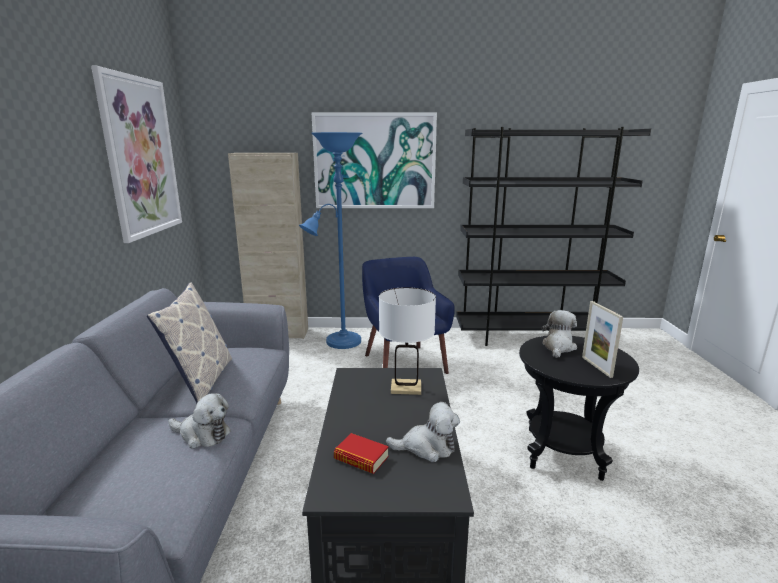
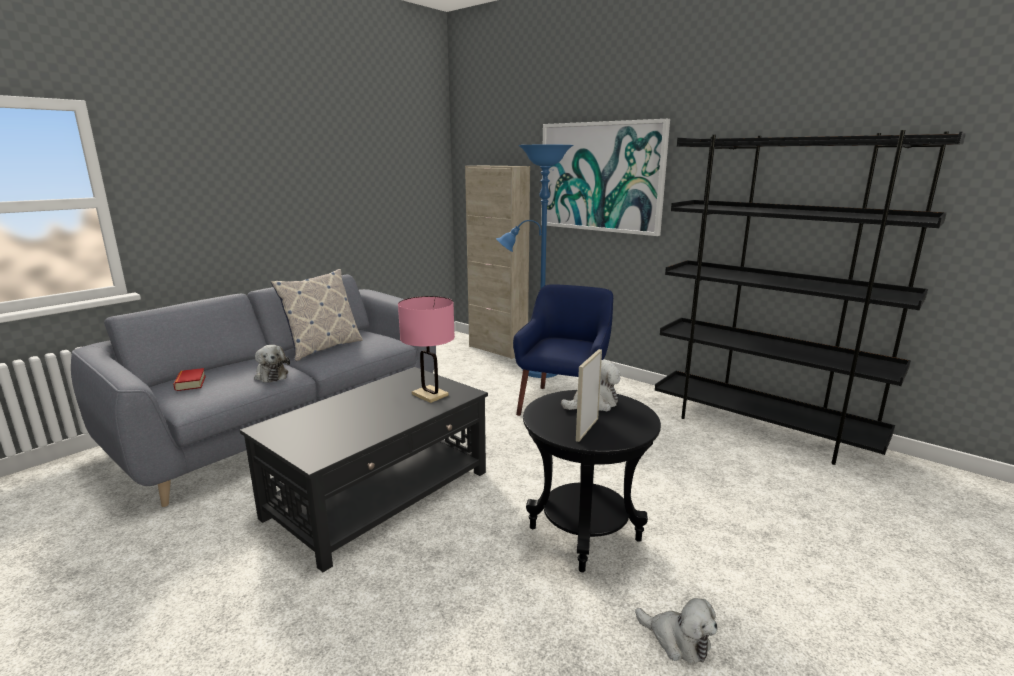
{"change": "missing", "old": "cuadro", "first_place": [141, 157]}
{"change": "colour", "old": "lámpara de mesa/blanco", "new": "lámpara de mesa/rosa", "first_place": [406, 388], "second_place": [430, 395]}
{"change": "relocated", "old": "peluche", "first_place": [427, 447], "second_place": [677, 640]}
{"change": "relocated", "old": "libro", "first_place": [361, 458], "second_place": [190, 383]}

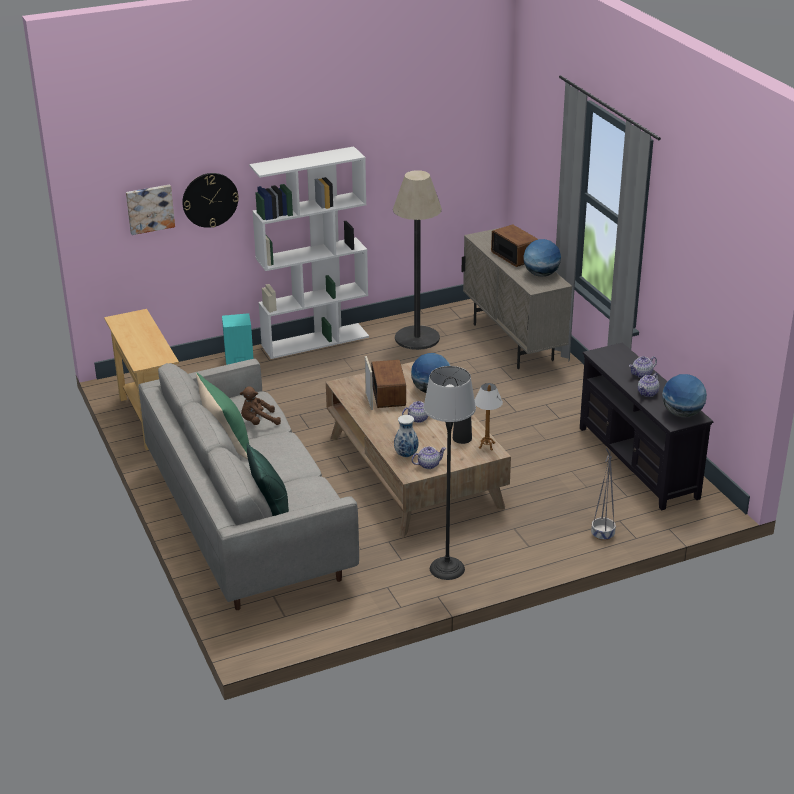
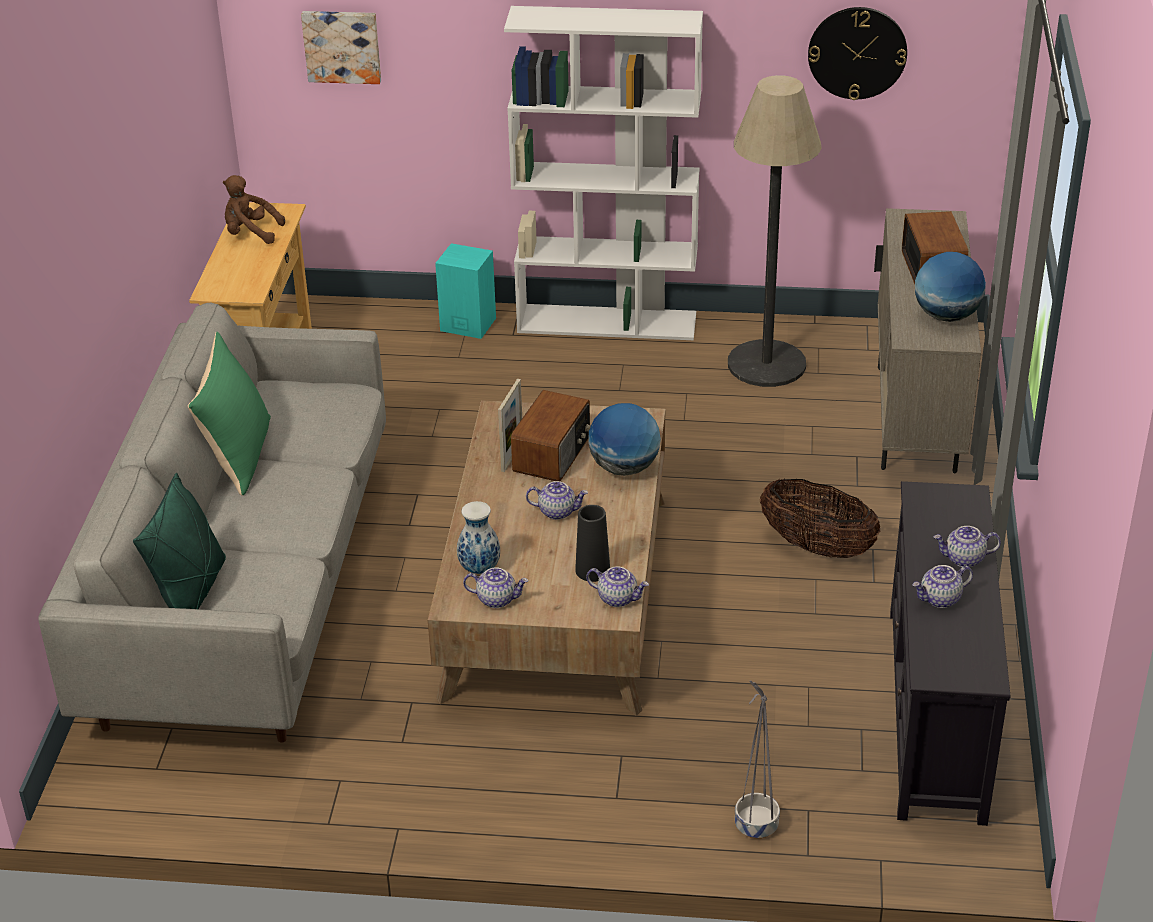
{"change": "relocated", "old": "reloj de pared", "first_place": [210, 200], "second_place": [857, 52]}
{"change": "missing", "old": "lámpara de pie", "first_place": [446, 568]}
{"change": "missing", "old": "globo terráqueo", "first_place": [682, 414]}
{"change": "exchanged", "old": "lámpara de mesa", "new": "tetera", "first_place": [486, 446], "second_place": [618, 598]}
{"change": "relocated", "old": "peluche/marrón", "first_place": [258, 422], "second_place": [250, 233]}
{"change": "appeared", "new": "cesta", "second_place": [817, 547]}

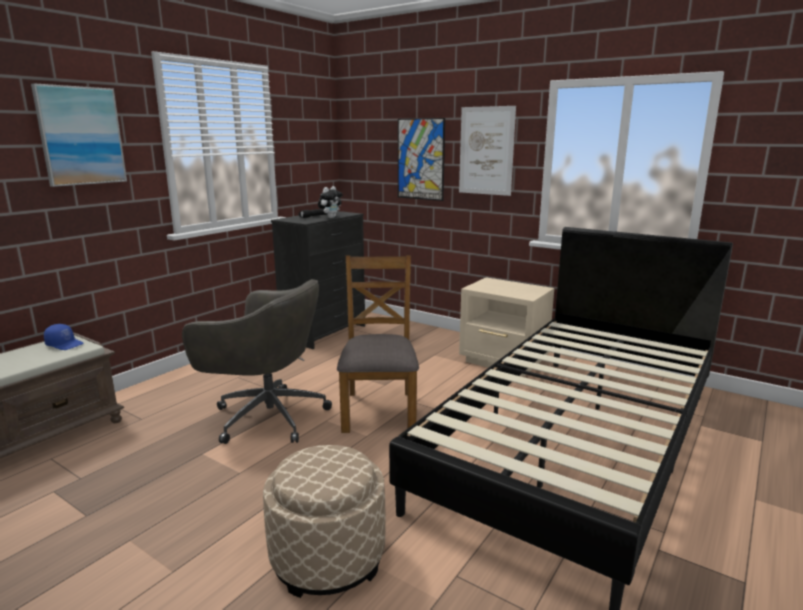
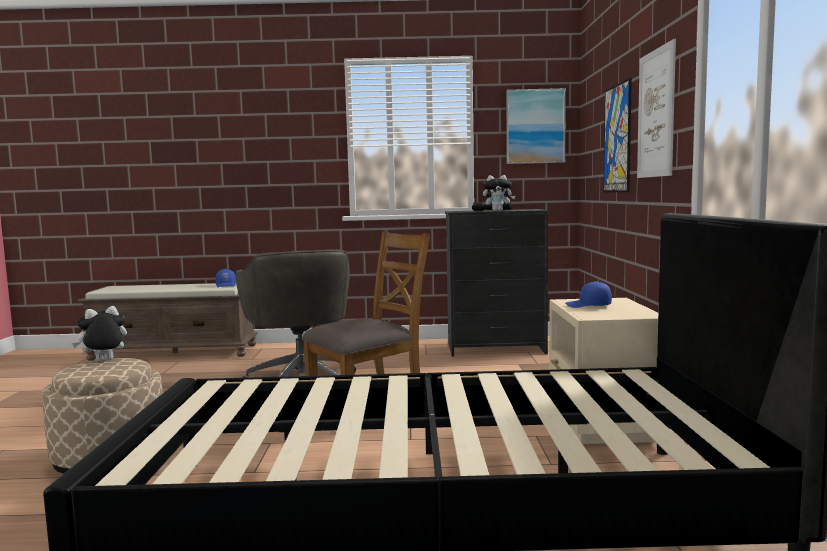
{"change": "relocated", "old": "cuadro", "first_place": [81, 136], "second_place": [535, 126]}
{"change": "appeared", "new": "gorra/azul", "second_place": [588, 306]}
{"change": "appeared", "new": "peluche", "second_place": [103, 361]}

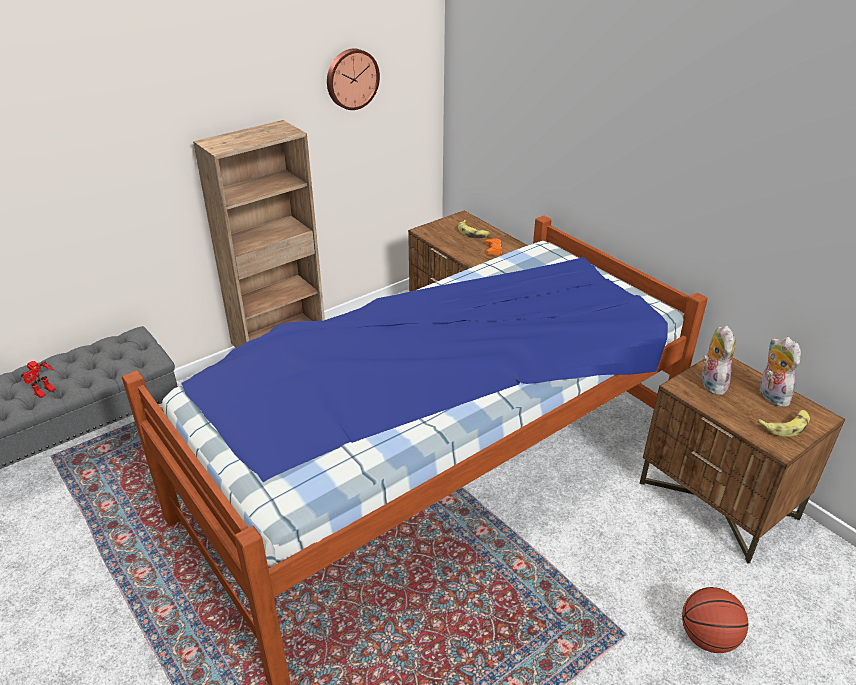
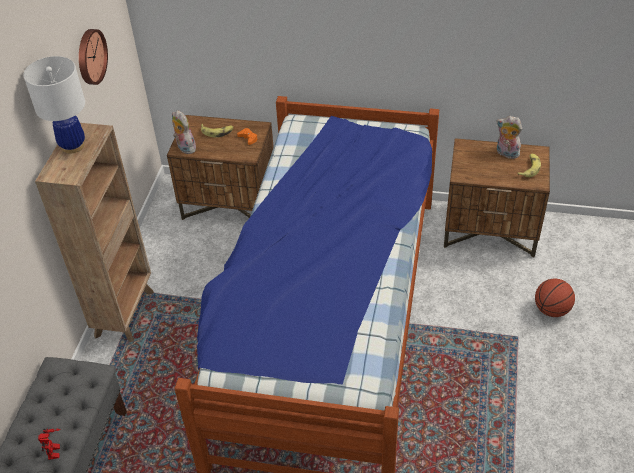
{"change": "relocated", "old": "peluche", "first_place": [710, 383], "second_place": [184, 148]}
{"change": "appeared", "new": "lámpara de mesa/blanco", "second_place": [72, 146]}

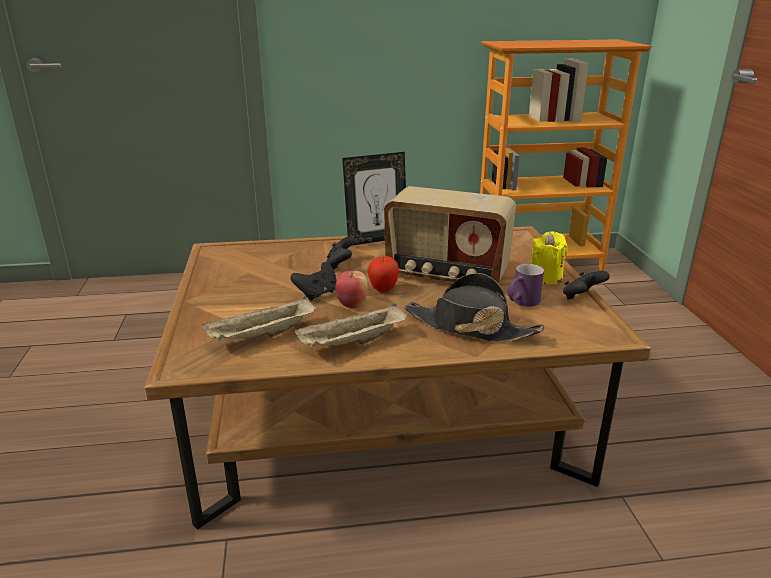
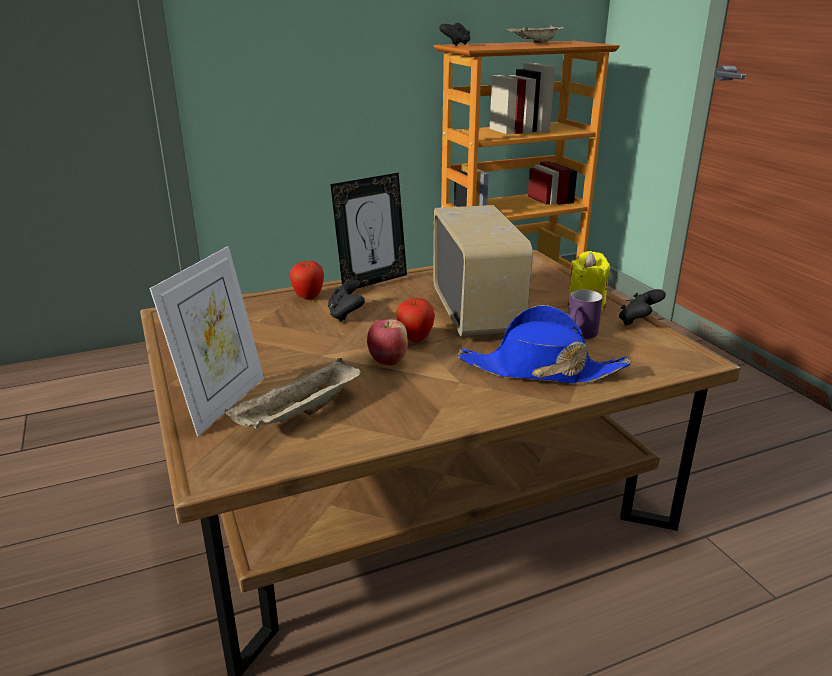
{"change": "spun", "old": "radio", "first_place": [446, 275], "second_place": [477, 314], "degrees": -105}
{"change": "relocated", "old": "mando de consola/negro", "first_place": [317, 294], "second_place": [456, 45]}
{"change": "colour", "old": "sombrero/negro", "new": "sombrero/azul", "first_place": [470, 327], "second_place": [540, 370]}
{"change": "relocated", "old": "bandeja/beis", "first_place": [352, 343], "second_place": [534, 43]}
{"change": "appeared", "new": "portarretratos", "second_place": [222, 402]}
{"change": "appeared", "new": "manzana", "second_place": [308, 297]}

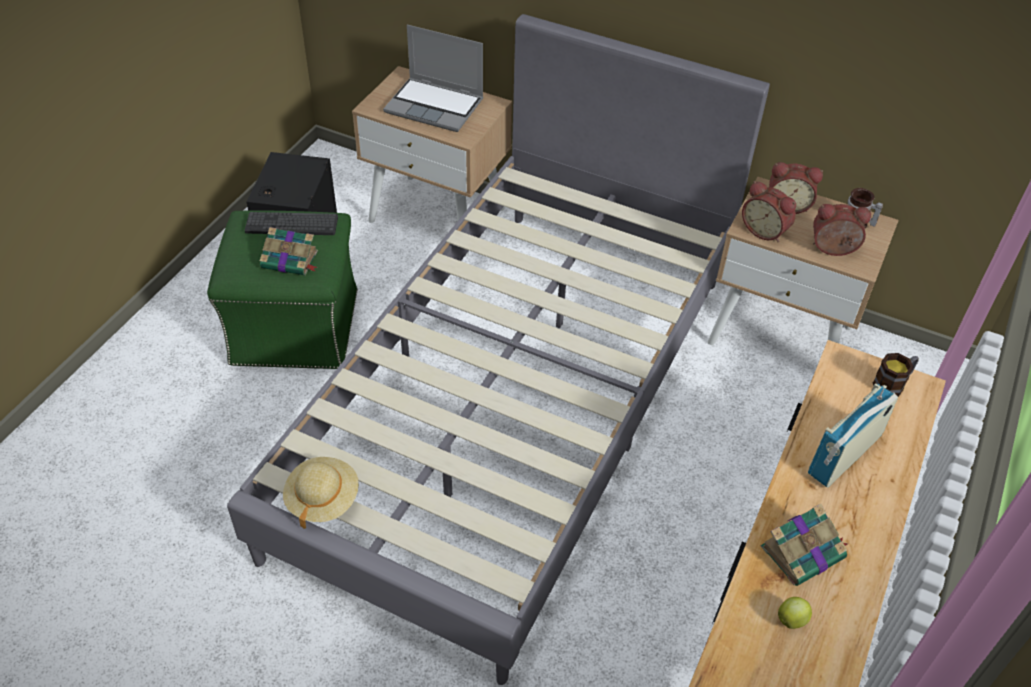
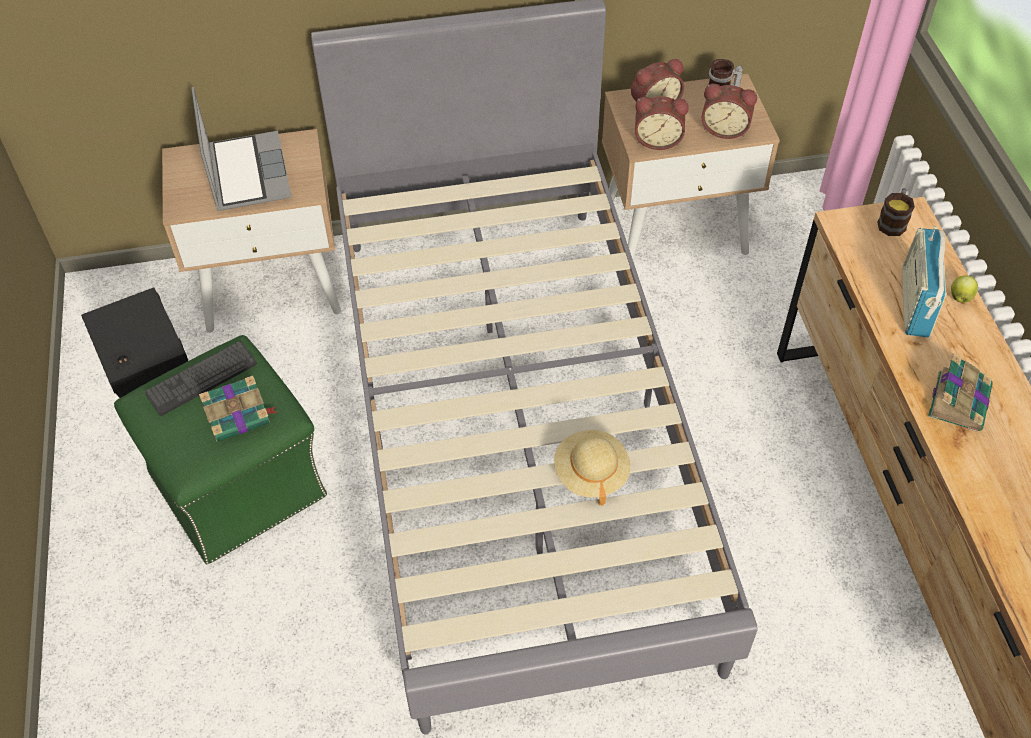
{"change": "spun", "old": "portátil", "first_place": [436, 106], "second_place": [246, 173], "degrees": -90}
{"change": "spun", "old": "despertador", "first_place": [833, 250], "second_place": [725, 129], "degrees": -135}
{"change": "relocated", "old": "sombrero/beis", "first_place": [322, 499], "second_place": [591, 473]}
{"change": "relocated", "old": "manzana", "first_place": [792, 619], "second_place": [960, 297]}

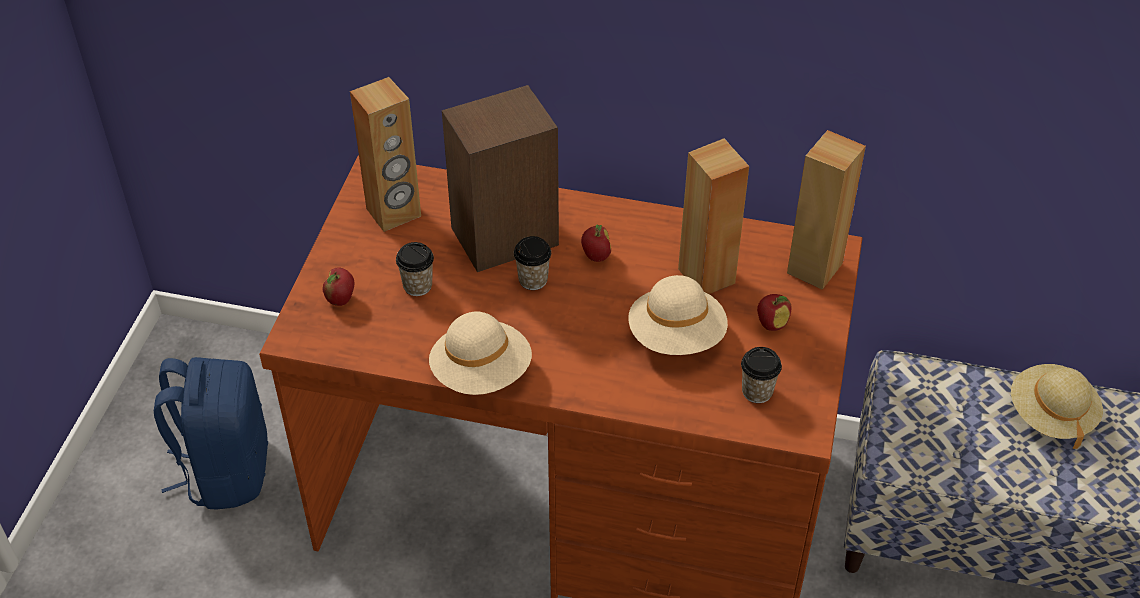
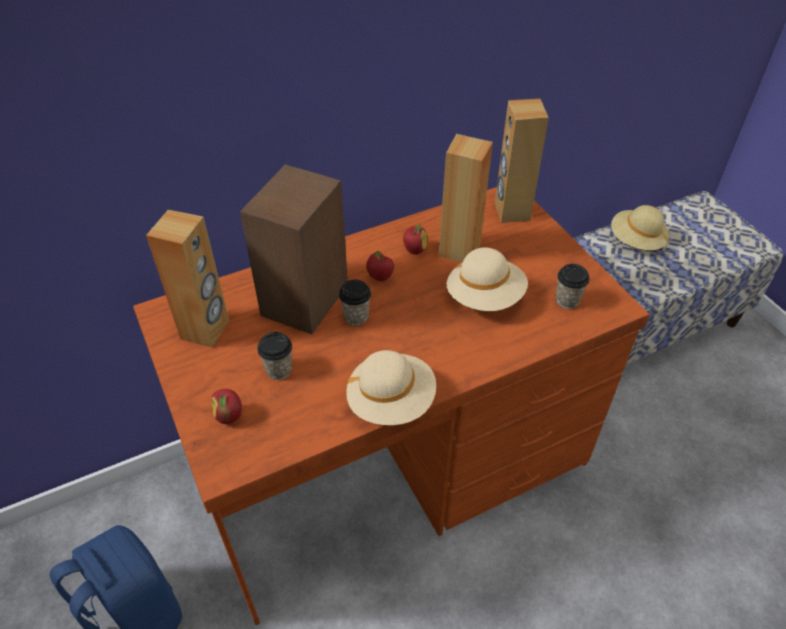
{"change": "relocated", "old": "manzana", "first_place": [771, 324], "second_place": [414, 250]}

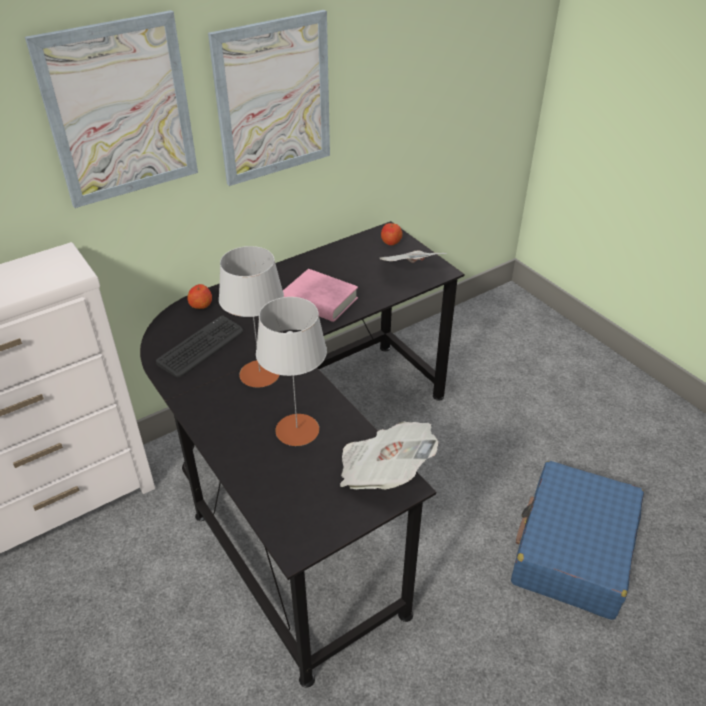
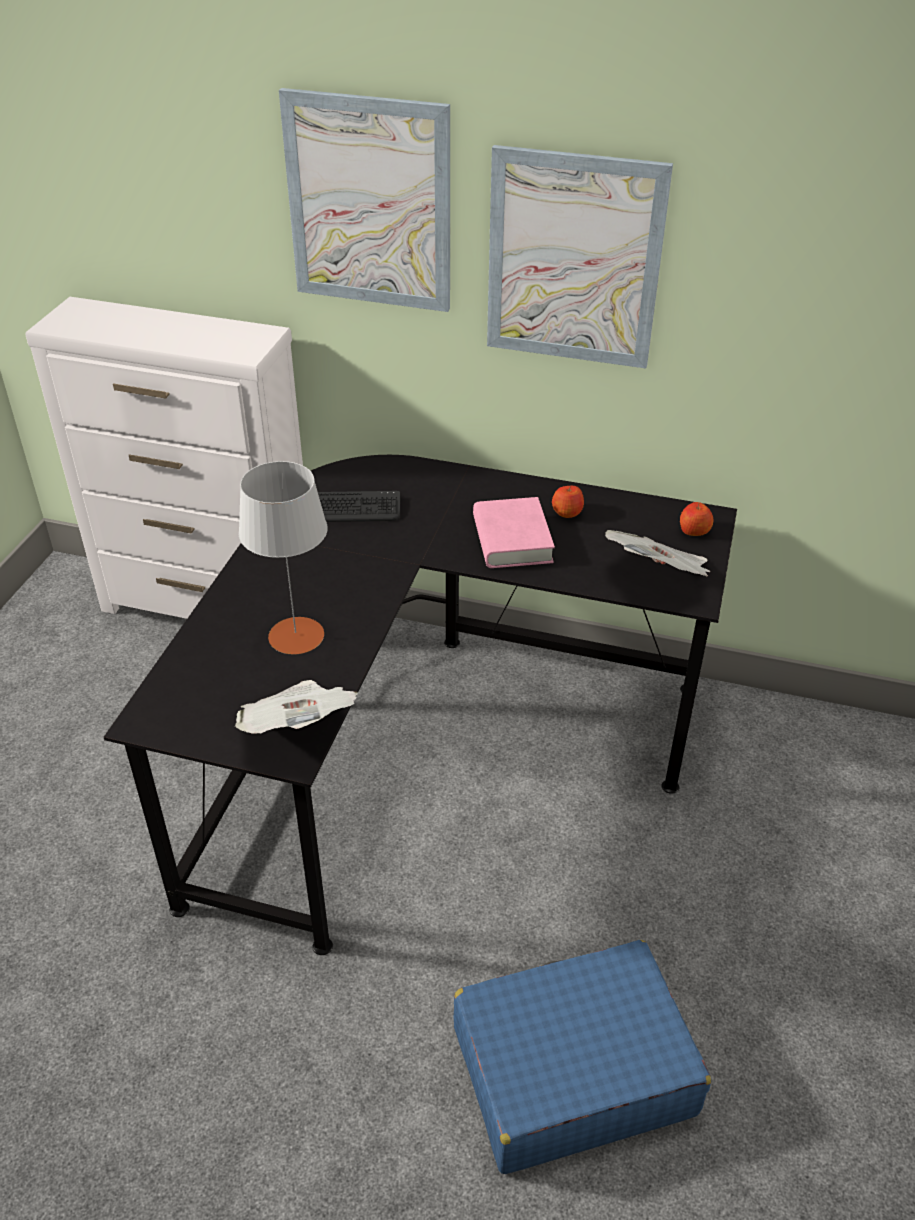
{"change": "missing", "old": "lámpara de mesa/gris", "first_place": [260, 374]}
{"change": "relocated", "old": "manzana", "first_place": [201, 305], "second_place": [567, 512]}

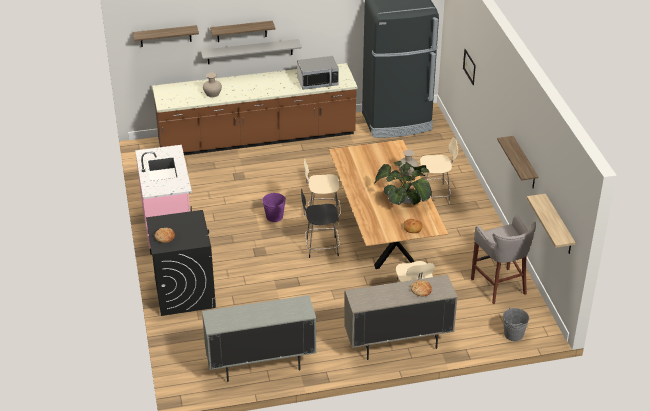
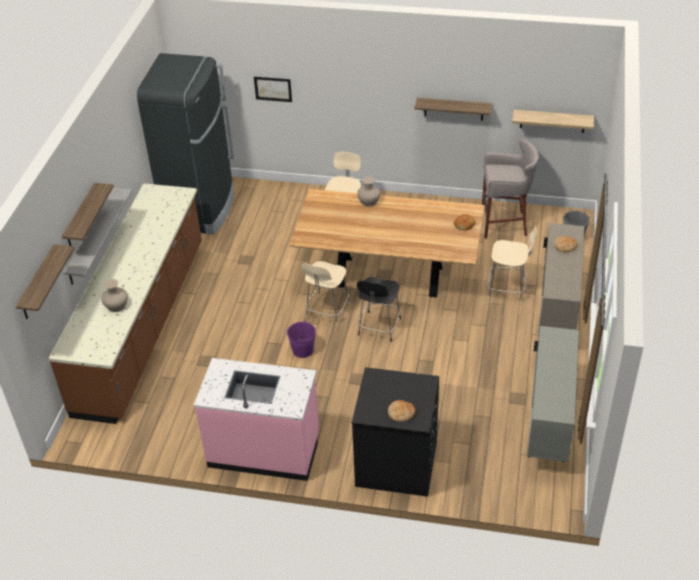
{"change": "missing", "old": "microondas", "first_place": [317, 82]}
{"change": "missing", "old": "planta en maceta", "first_place": [404, 198]}

